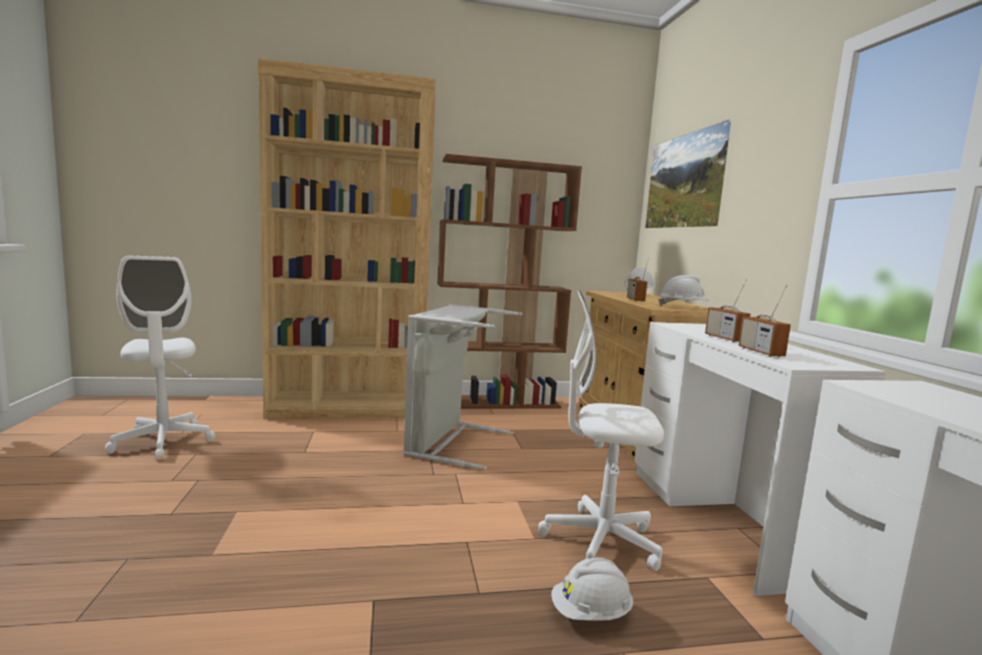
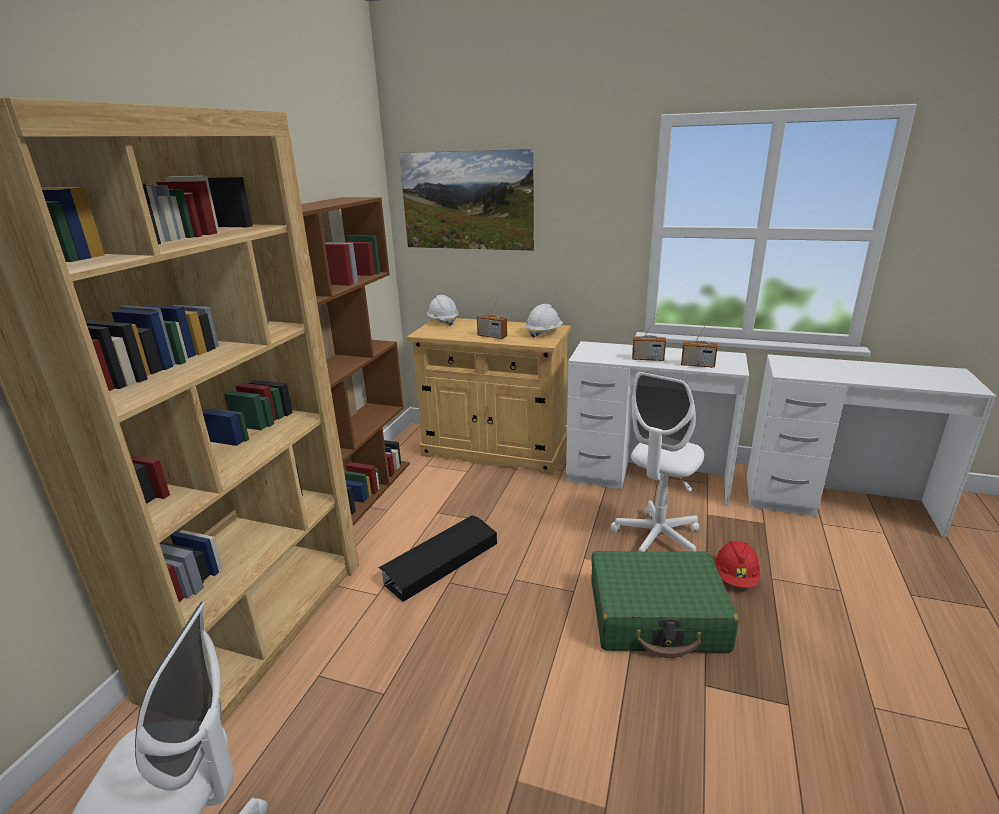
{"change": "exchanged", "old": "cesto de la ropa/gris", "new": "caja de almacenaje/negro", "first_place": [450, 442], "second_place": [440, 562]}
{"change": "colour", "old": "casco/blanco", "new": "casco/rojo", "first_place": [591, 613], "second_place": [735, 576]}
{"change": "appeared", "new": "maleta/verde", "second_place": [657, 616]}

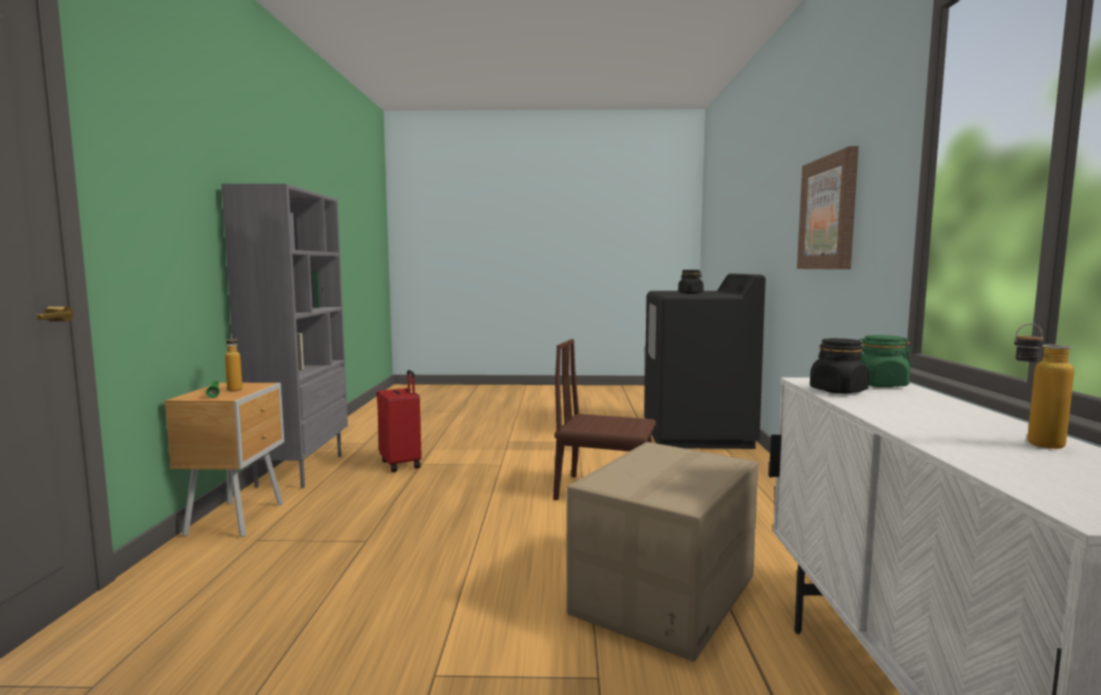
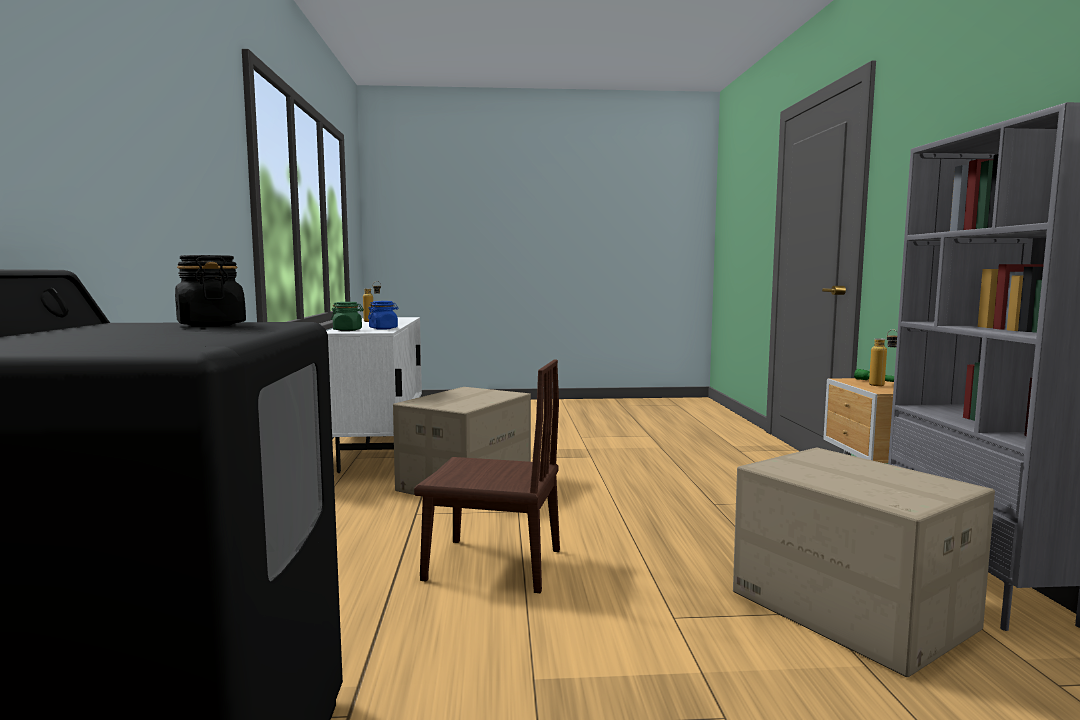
{"change": "missing", "old": "cuadro", "first_place": [828, 213]}
{"change": "colour", "old": "tarro/negro", "new": "tarro/azul", "first_place": [838, 391], "second_place": [383, 328]}
{"change": "exchanged", "old": "maleta/rojo", "new": "caja de cartón", "first_place": [402, 464], "second_place": [848, 610]}

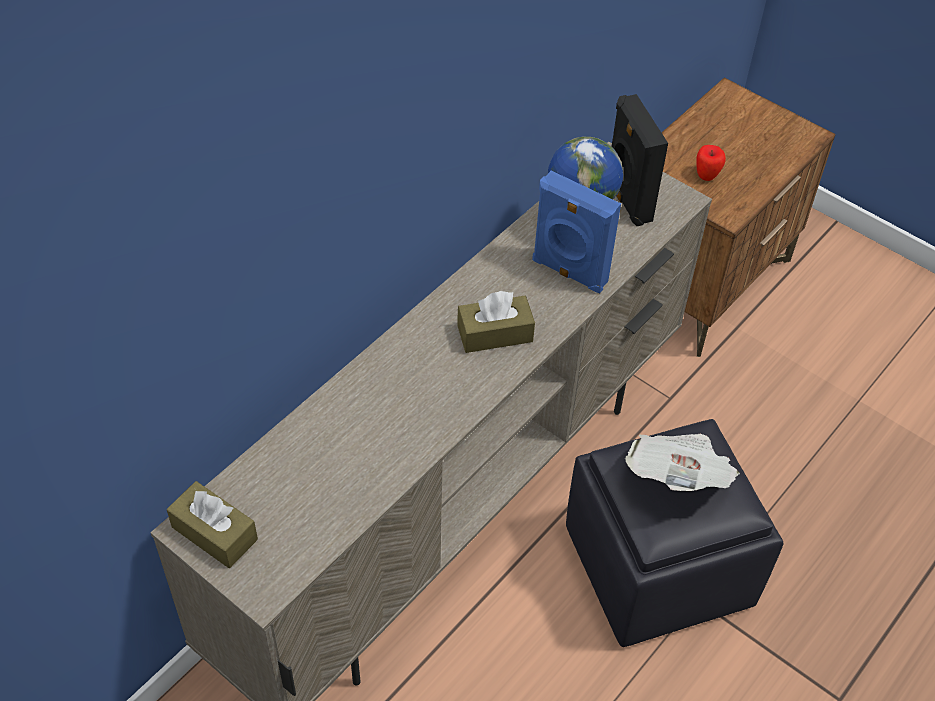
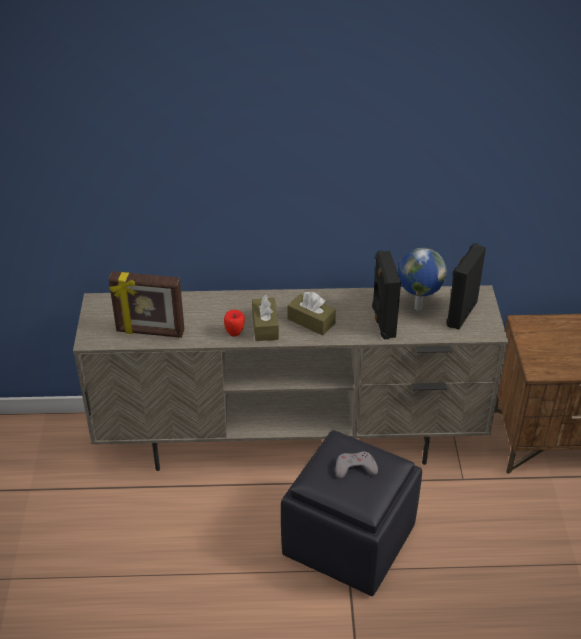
{"change": "relocated", "old": "manzana", "first_place": [706, 176], "second_place": [235, 333]}
{"change": "colour", "old": "altavoz/azul", "new": "altavoz/negro", "first_place": [568, 272], "second_place": [382, 322]}
{"change": "exchanged", "old": "periódico", "new": "mando de consola/gris", "first_place": [678, 477], "second_place": [355, 468]}
{"change": "relocated", "old": "caja de pañuelos/marrón", "first_place": [214, 533], "second_place": [265, 326]}
{"change": "appeared", "new": "portarretratos", "second_place": [150, 332]}

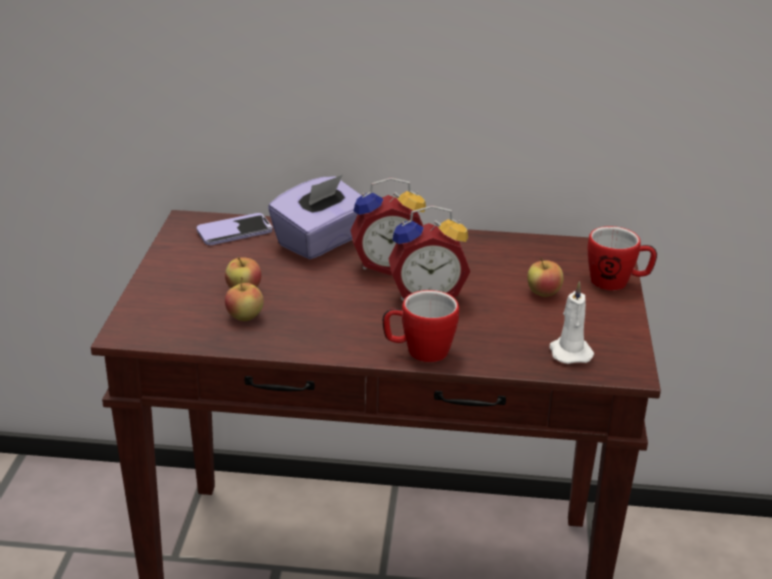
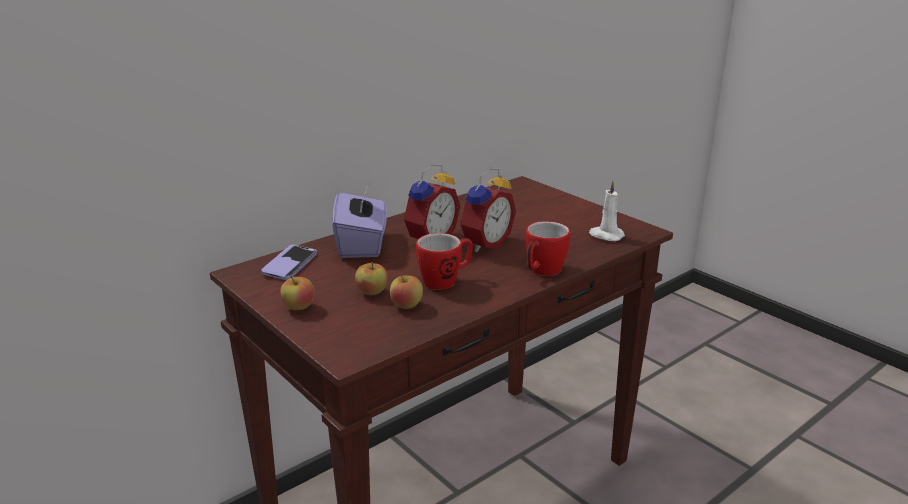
{"change": "relocated", "old": "taza grande", "first_place": [617, 283], "second_place": [446, 281]}
{"change": "relocated", "old": "manzana", "first_place": [543, 293], "second_place": [299, 307]}

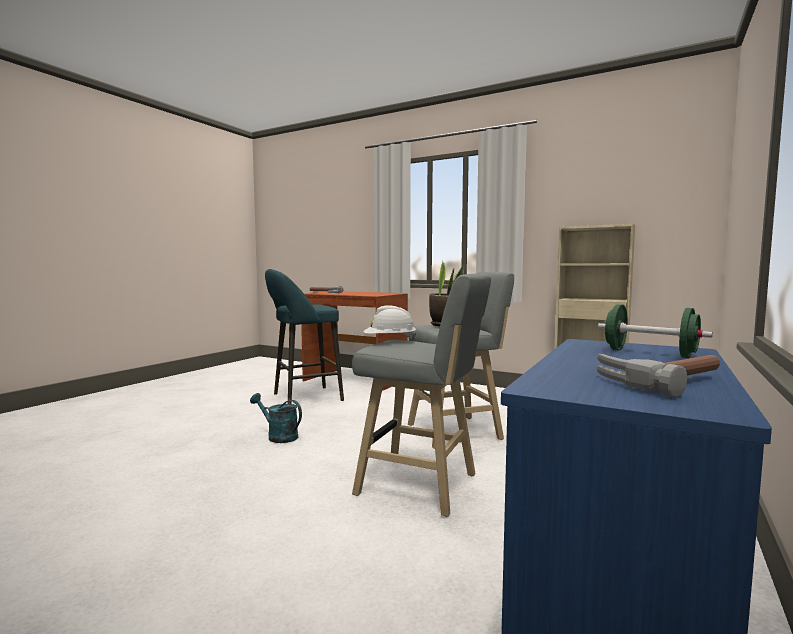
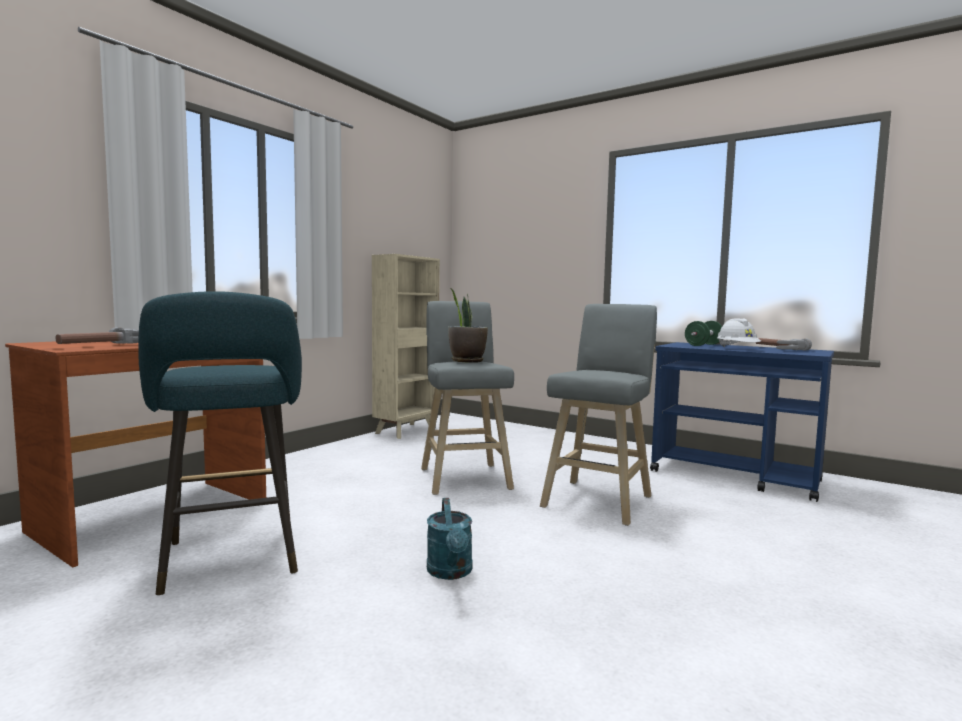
{"change": "relocated", "old": "casco/blanco", "first_place": [390, 341], "second_place": [737, 349]}
{"change": "spun", "old": "regadera/turquesa", "first_place": [278, 436], "second_place": [451, 572], "degrees": -45}

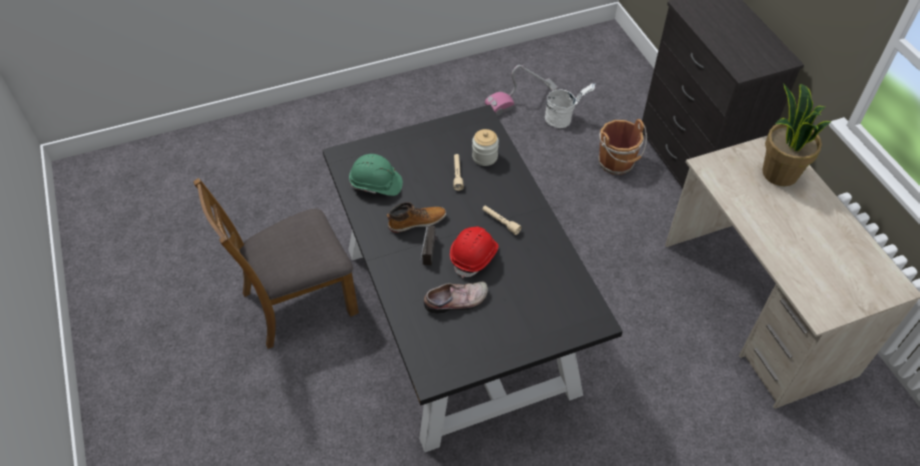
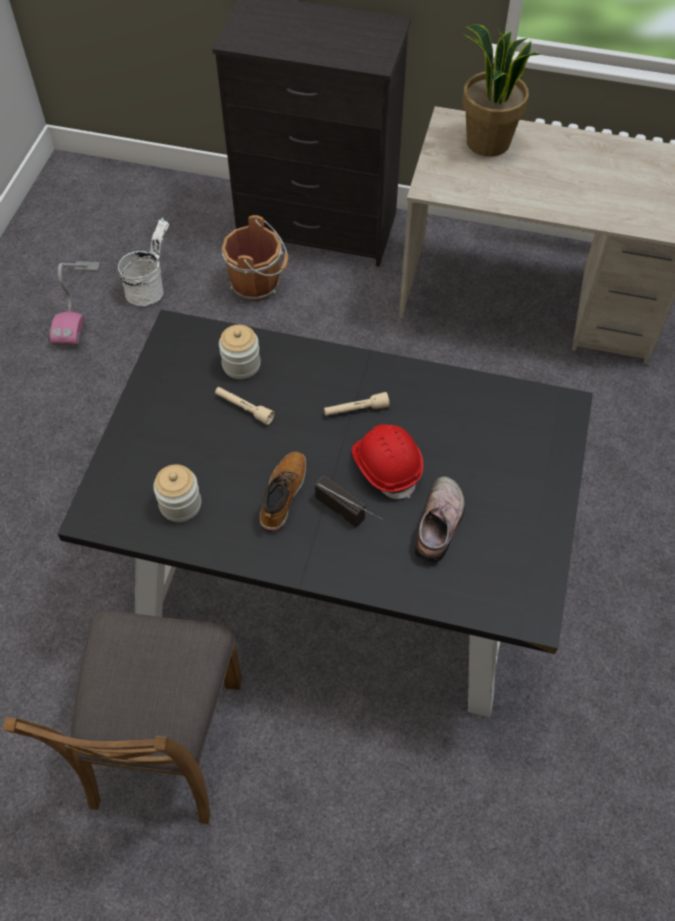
{"change": "exchanged", "old": "casco/verde", "new": "tarro", "first_place": [376, 184], "second_place": [180, 505]}

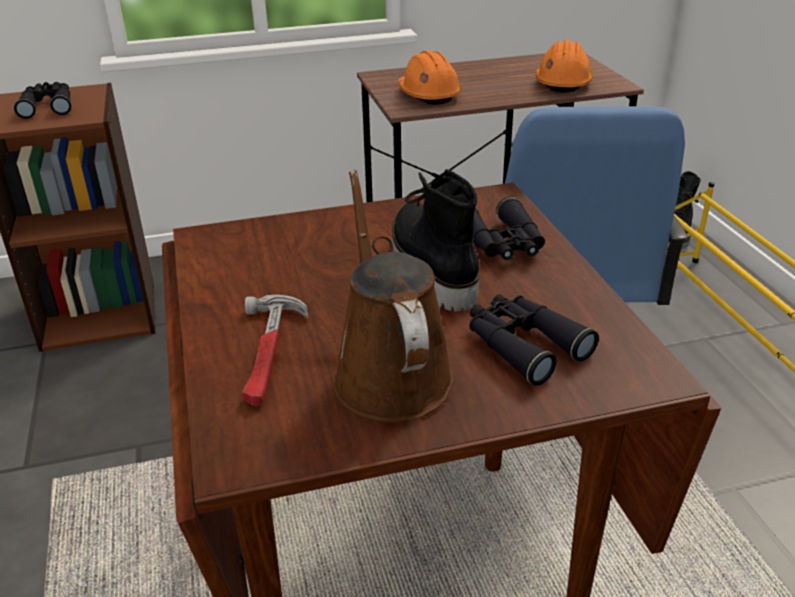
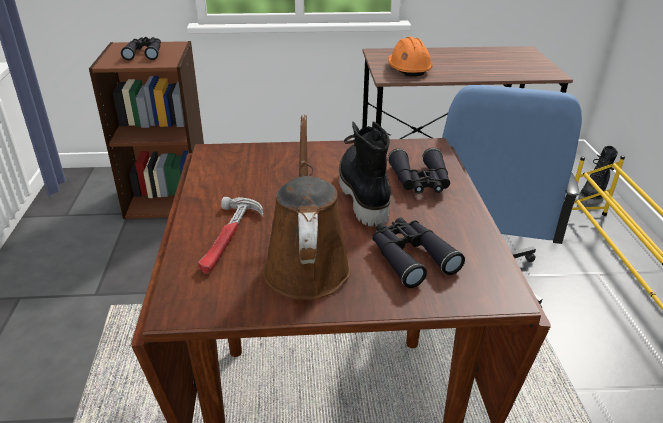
{"change": "missing", "old": "casco/naranja", "first_place": [563, 83]}

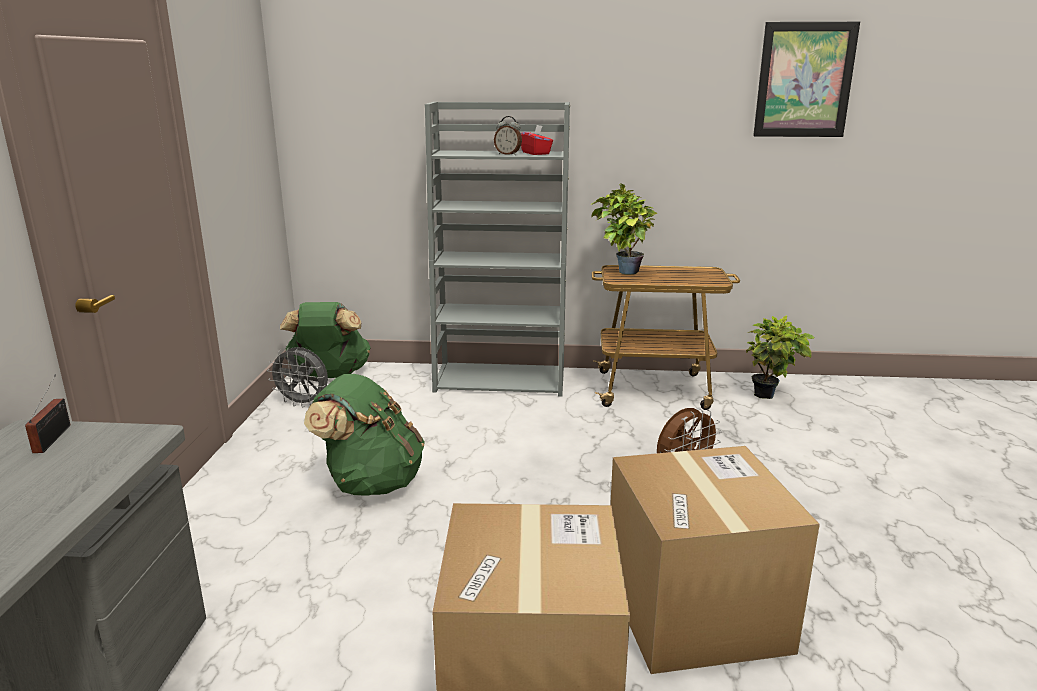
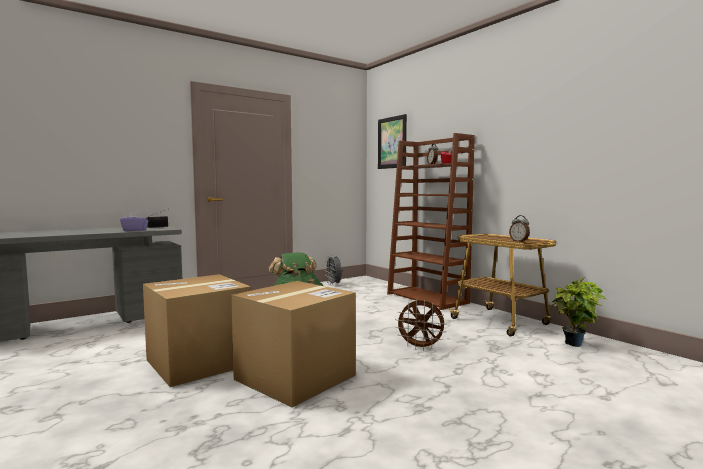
{"change": "relocated", "old": "cuadro", "first_place": [804, 80], "second_place": [392, 142]}
{"change": "colour", "old": "estantería/gris", "new": "estantería/marrón", "first_place": [501, 380], "second_place": [427, 298]}
{"change": "missing", "old": "planta en maceta", "first_place": [622, 272]}
{"change": "missing", "old": "mochila/verde", "first_place": [329, 376]}
{"change": "appeared", "new": "caja de pañuelos/morado", "second_place": [135, 230]}
{"change": "appeared", "new": "despertador", "second_place": [519, 241]}

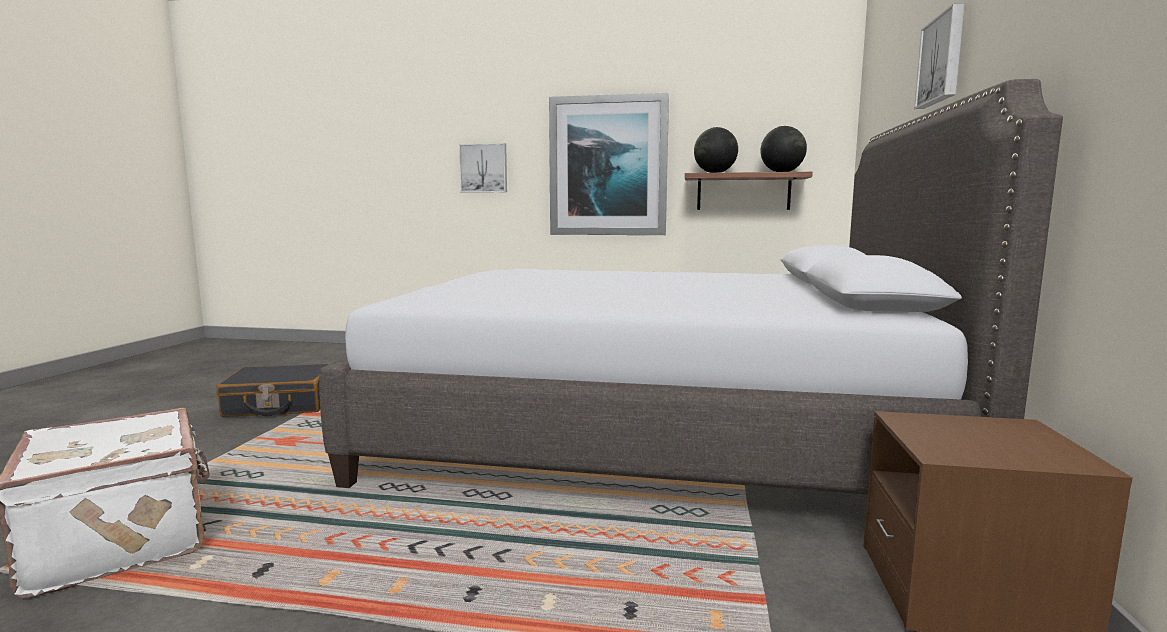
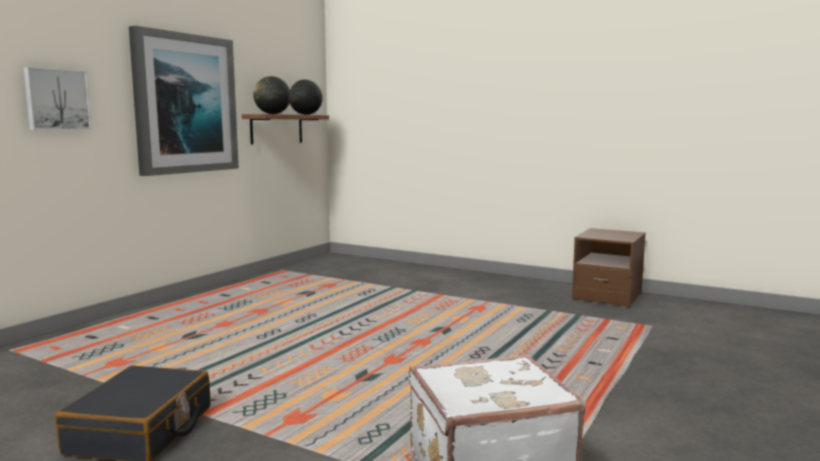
{"change": "missing", "old": "cuadro", "first_place": [943, 60]}
{"change": "missing", "old": "cama/gris", "first_place": [651, 433]}

